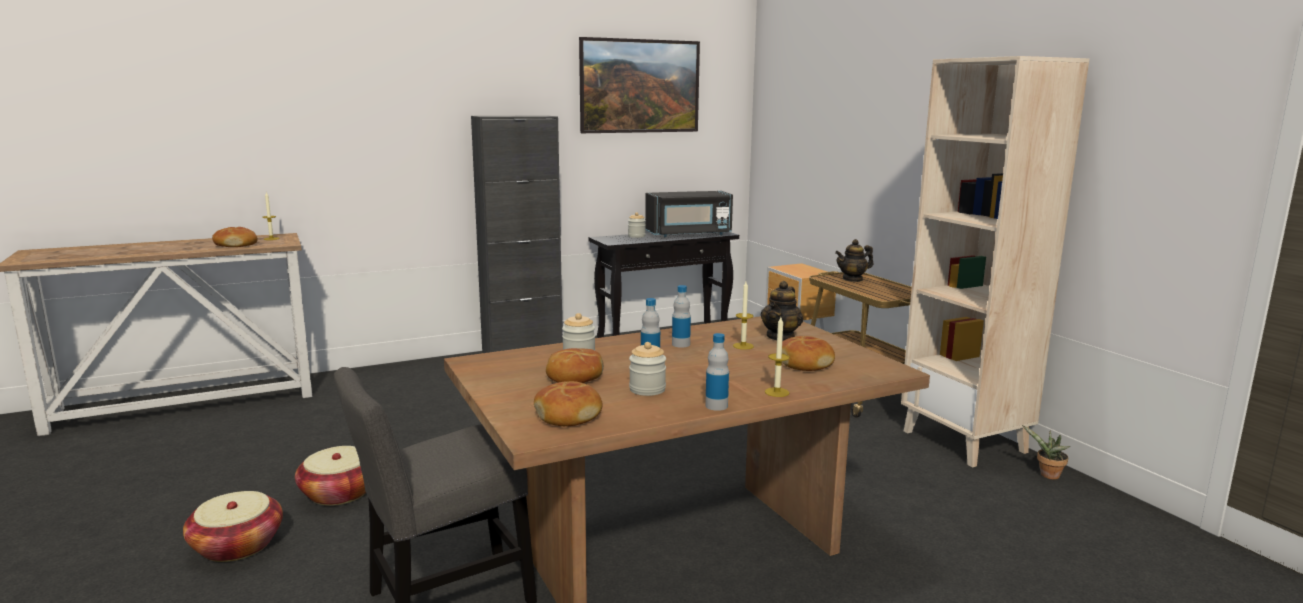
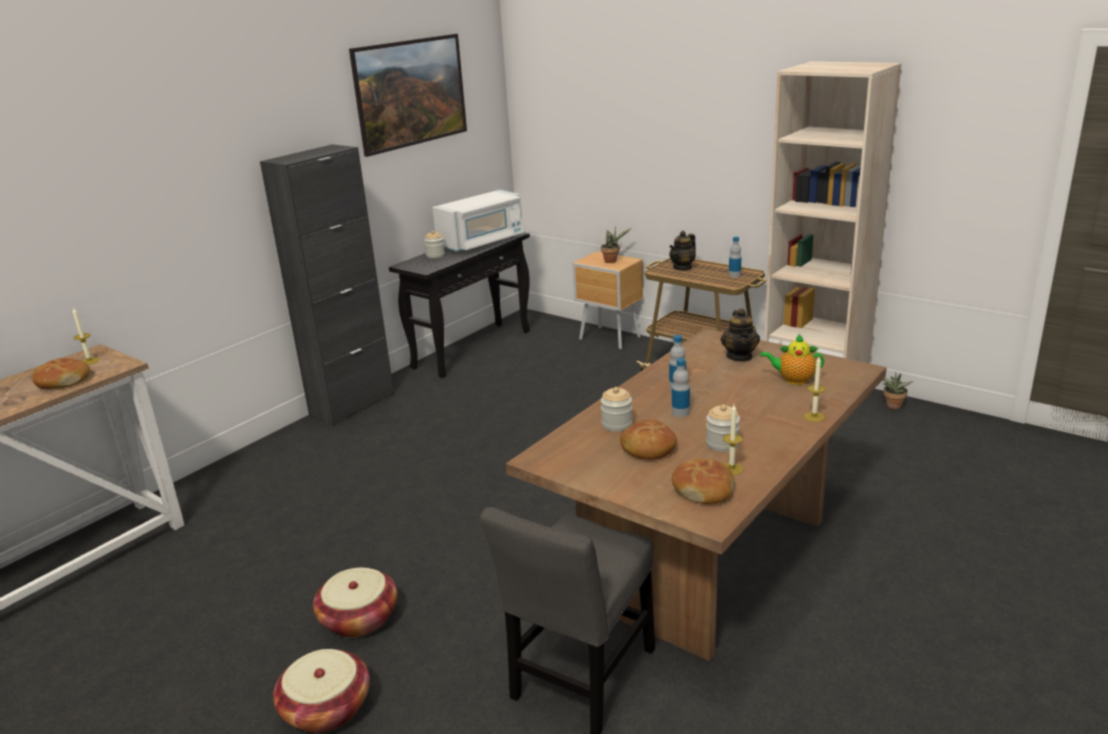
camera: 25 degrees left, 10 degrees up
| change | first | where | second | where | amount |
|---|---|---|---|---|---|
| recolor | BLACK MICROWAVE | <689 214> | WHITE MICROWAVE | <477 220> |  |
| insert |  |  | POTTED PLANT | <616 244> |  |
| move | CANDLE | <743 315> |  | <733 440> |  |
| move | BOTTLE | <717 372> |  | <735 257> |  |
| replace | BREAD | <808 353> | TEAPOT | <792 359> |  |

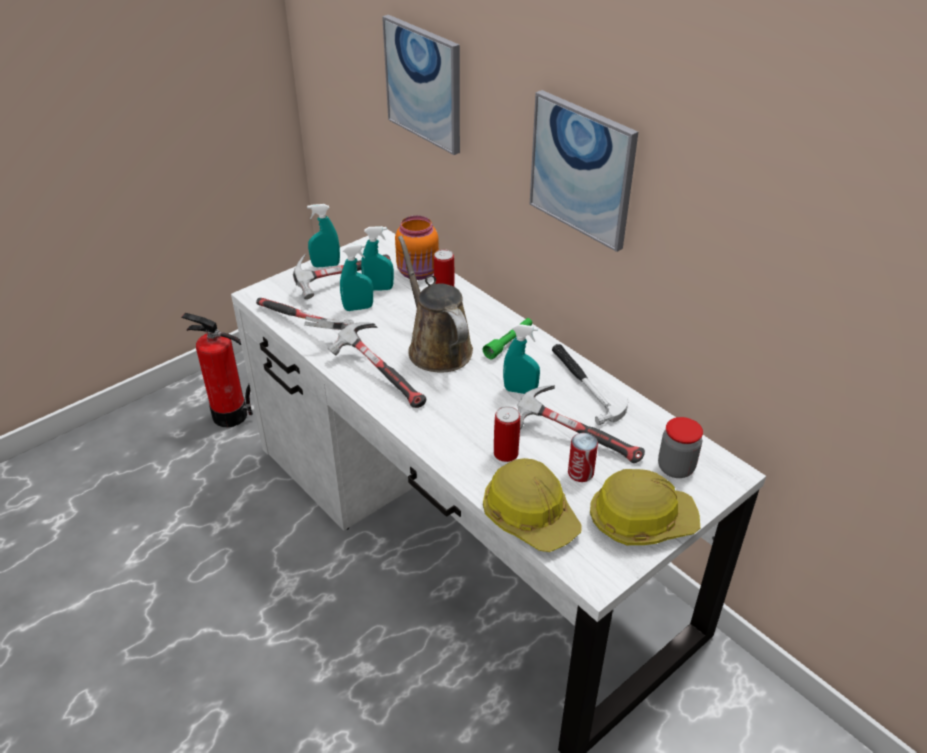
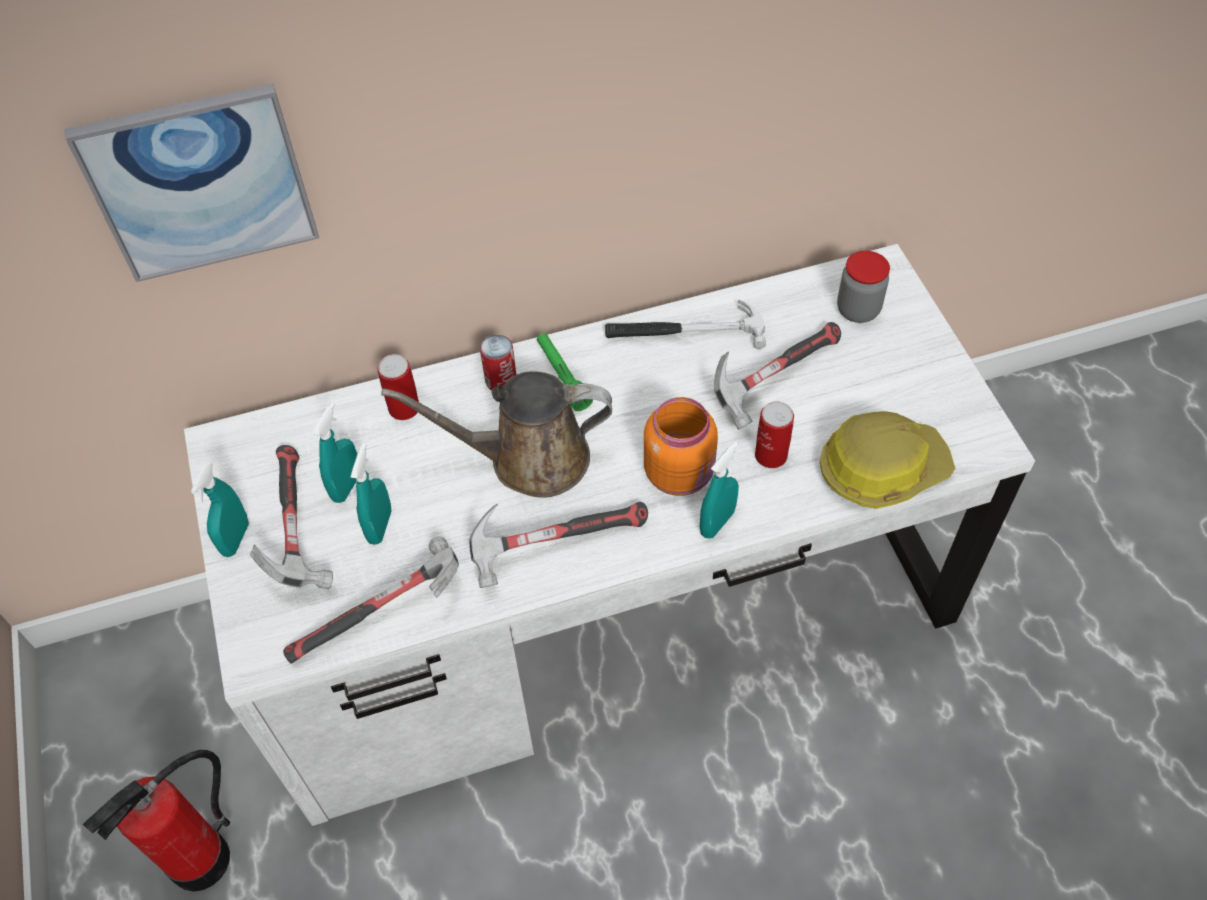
camera: 65 degrees left, 15 degrees up
| change | first | where | second | where | amount |
|---|---|---|---|---|---|
| move | CAN | <583 457> |  | <498 362> |  |
| move | ORANGE JAR | <417 248> |  | <681 446> |  |
| move | TURQUOISE SPRAY BOTTLE | <521 359> |  | <719 489> |  |
| delete | PICTURE | <584 171> |  |  |  |
| delete | HARD HAT | <645 507> |  |  |  |

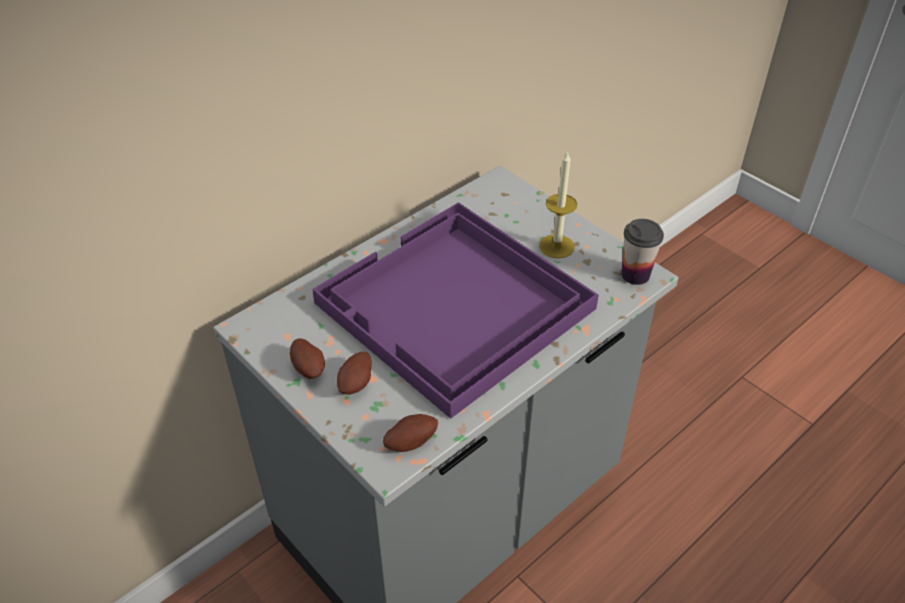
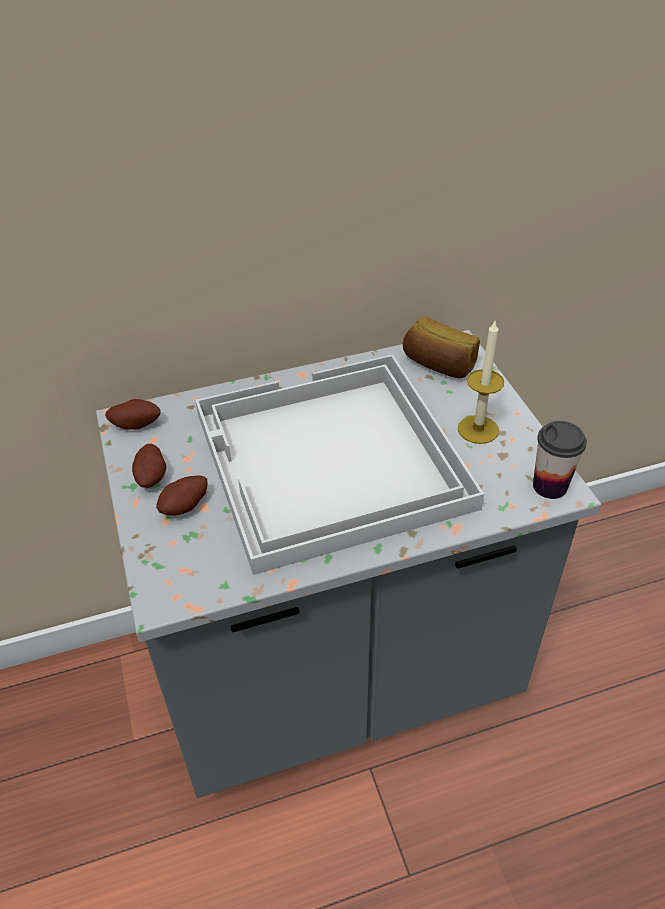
camera: 25 degrees right, 0 degrees up
| change | first | where | second | where | amount |
|---|---|---|---|---|---|
| move | POTATO | <410 433> |  | <133 414> |  |
| recolor | PURPLE TRAY | <455 310> | WHITE TRAY | <339 464> |  |
| insert |  |  | BREAD | <441 348> |  |

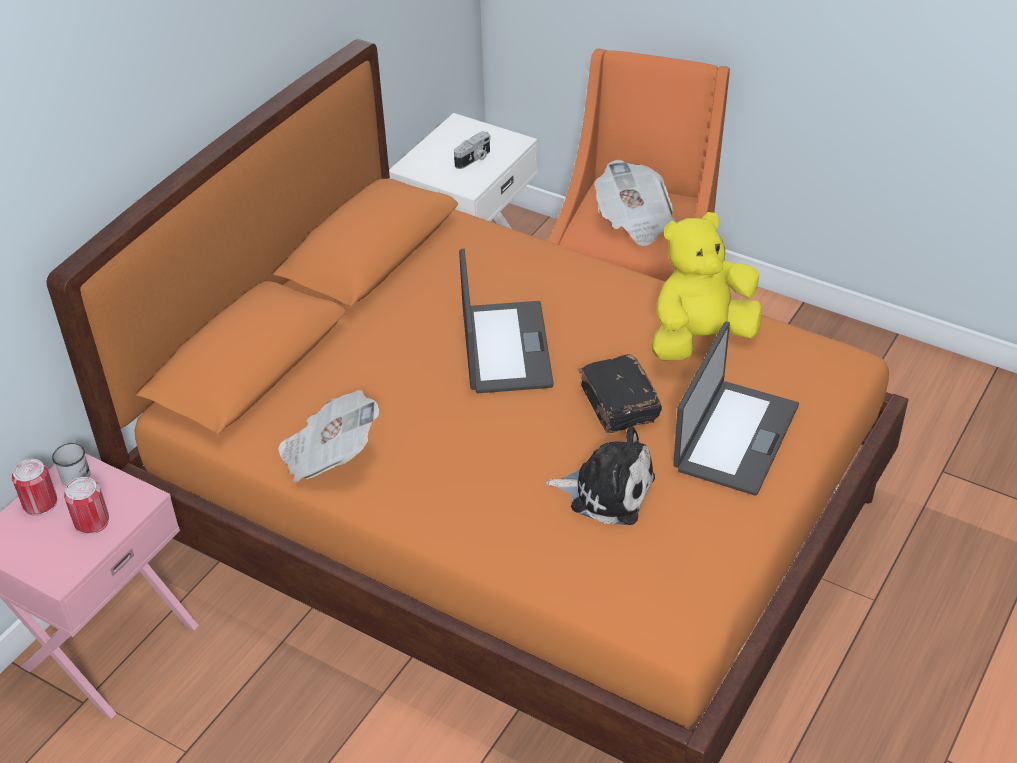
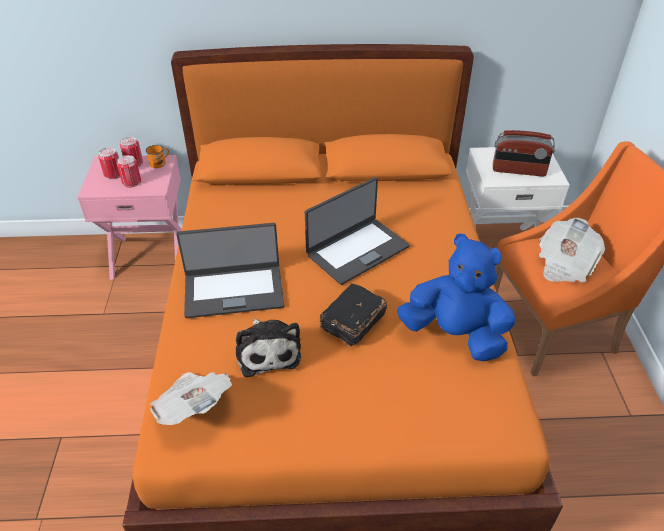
camera: 55 degrees right, 0 degrees up
| change | first | where | second | where | amount |
|---|---|---|---|---|---|
| insert |  |  | CAN | <109 163> |  |
| recolor | WHITE MUG | <71 464> | ORANGE MUG | <157 156> |  |
| move | NEWSPAPER | <328 436> |  | <190 398> |  |
| move | LAPTOP | <736 408> |  | <230 270> |  |
| recolor | YELLOW PLUSH TOY | <707 286> | BLUE PLUSH TOY | <456 297> |  |
| replace | PHOTO CAMERA | <472 150> | RADIO | <524 153> |  |

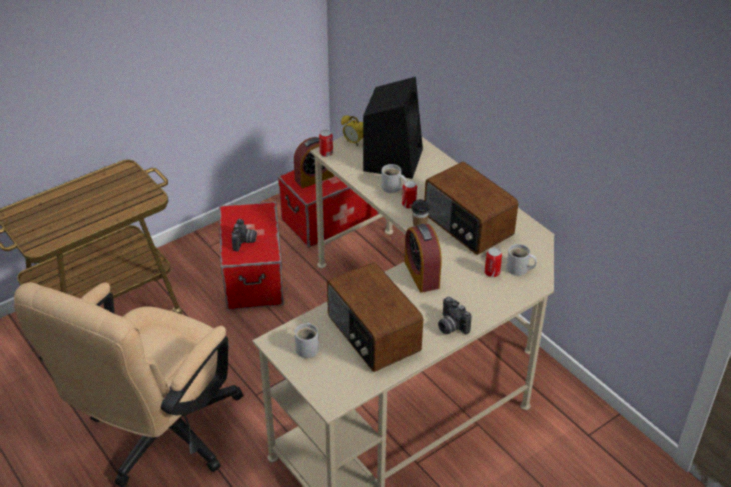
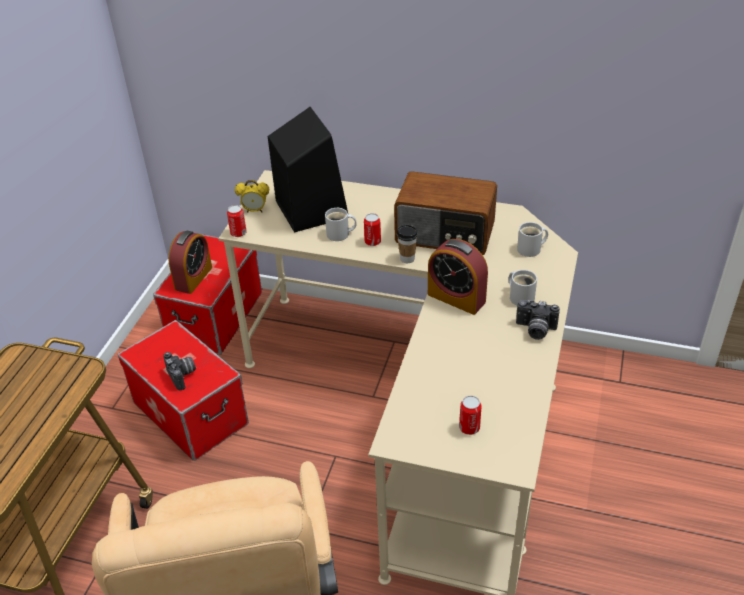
camera: 35 degrees left, 0 degrees up
| change | first | where | second | where | amount |
|---|---|---|---|---|---|
| move | CAN | <493 262> |  | <470 415> |  |
| move | WHITE MUG | <307 340> |  | <523 288> |  |
| delete | RADIO | <375 317> |  |  |  |

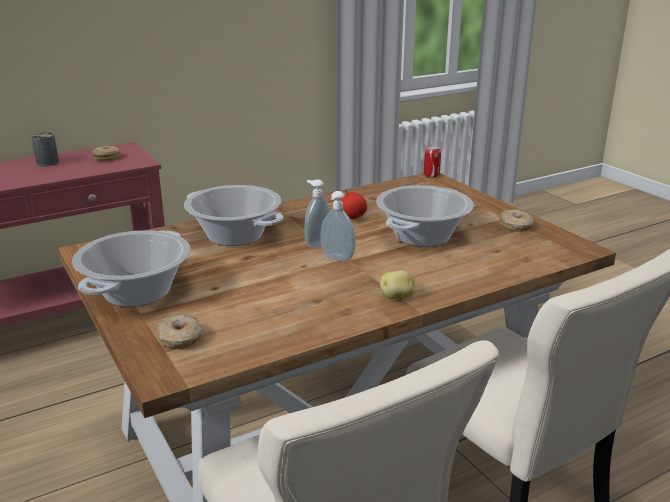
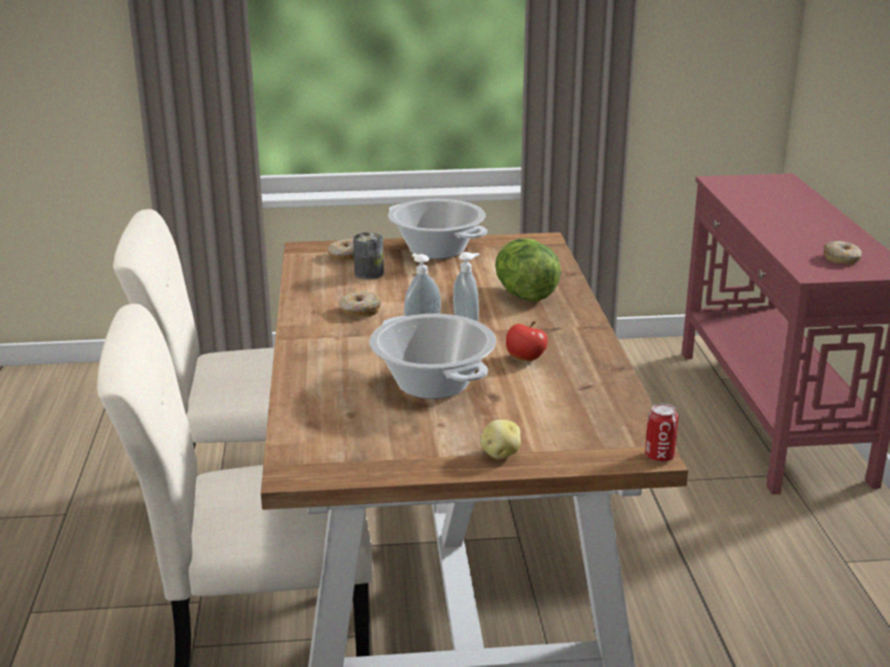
camera: 115 degrees right, 0 degrees up
| change | first | where | second | where | amount |
|---|---|---|---|---|---|
| move | DONUT | <517 221> |  | <360 304> |  |
| move | CAN | <45 150> |  | <368 256> |  |
| move | POTATO | <397 284> |  | <500 439> |  |
| replace | COOKING POT | <233 215> | LETTUCE | <528 270> |  |

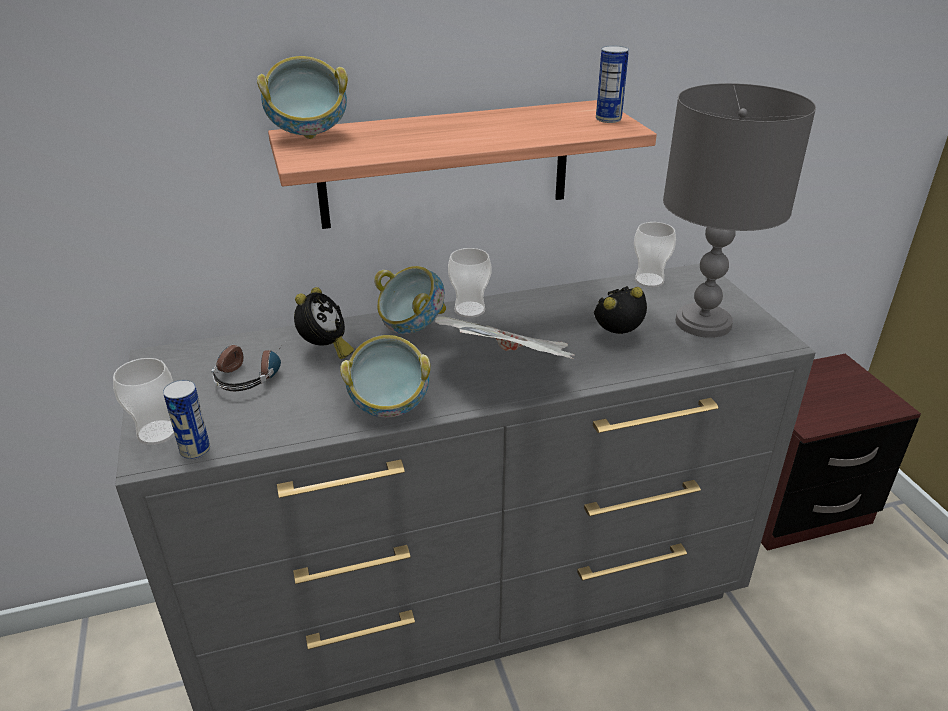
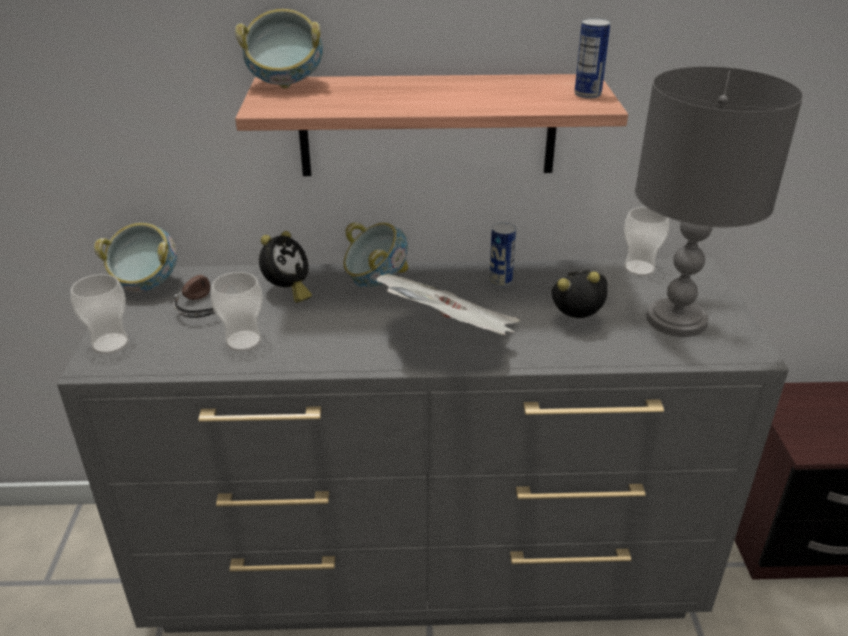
camera: 15 degrees right, 0 degrees up
| change | first | where | second | where | amount |
|---|---|---|---|---|---|
| move | BOWL | <385 376> |  | <135 257> |  |
| move | CUP | <469 283> |  | <237 311> |  |
| move | CAN | <186 420> |  | <502 255> |  |

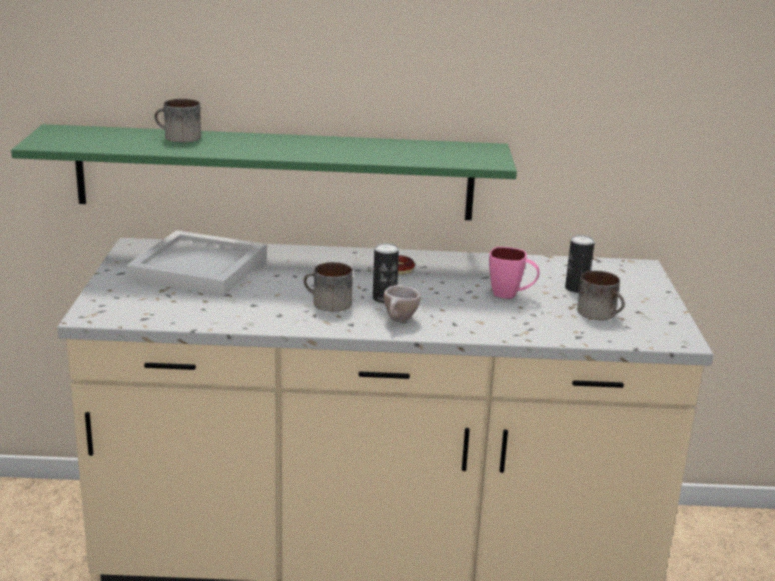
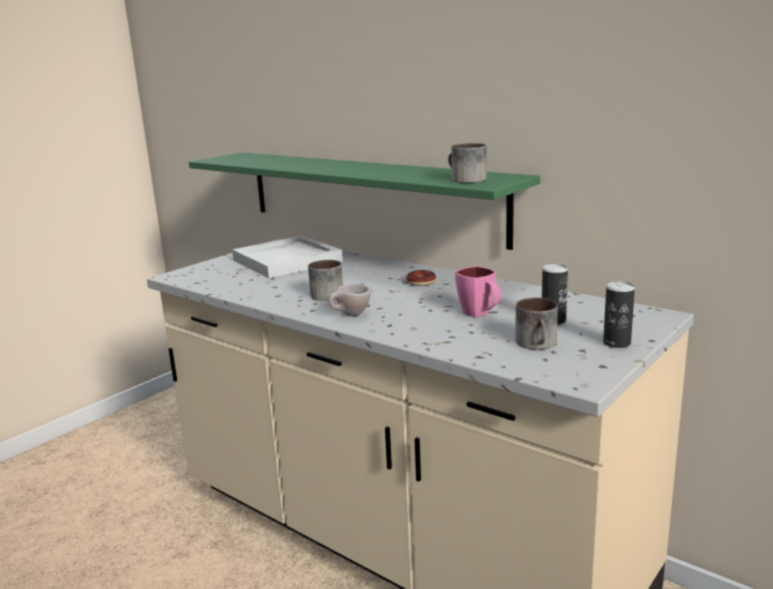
camera: 40 degrees right, 5 degrees down
| change | first | where | second | where | amount |
|---|---|---|---|---|---|
| move | MUG | <177 120> |  | <467 163> |  |
| move | CAN | <386 273> |  | <619 315> |  |

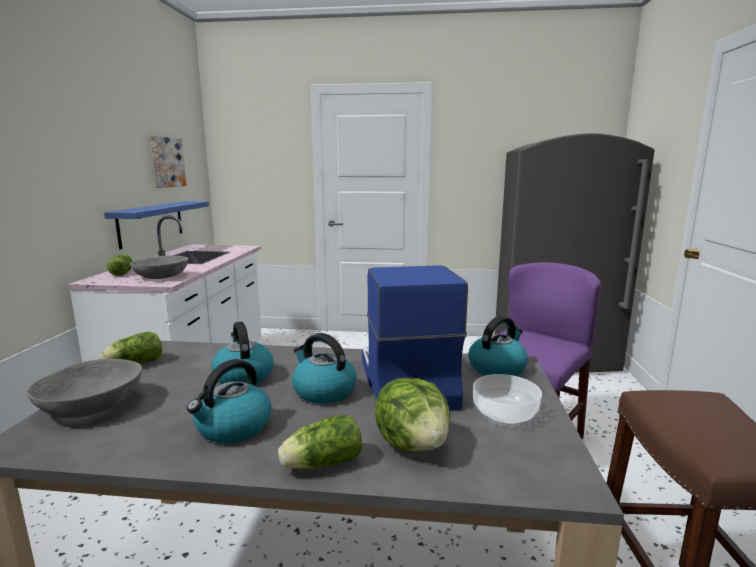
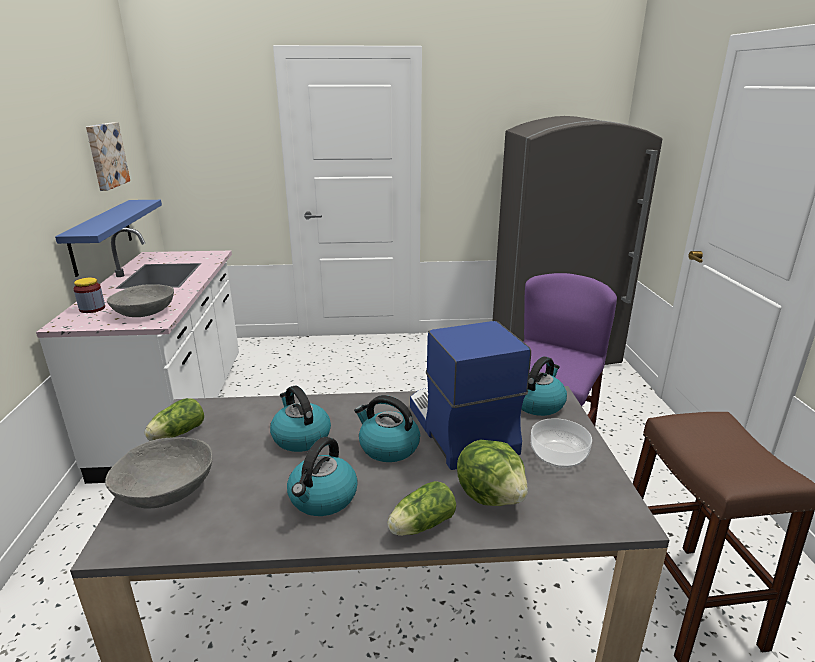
camera: 10 degrees left, 10 degrees up
| change | first | where | second | where | amount |
|---|---|---|---|---|---|
| replace | LETTUCE | <120 265> | JAR | <89 295> |  |

